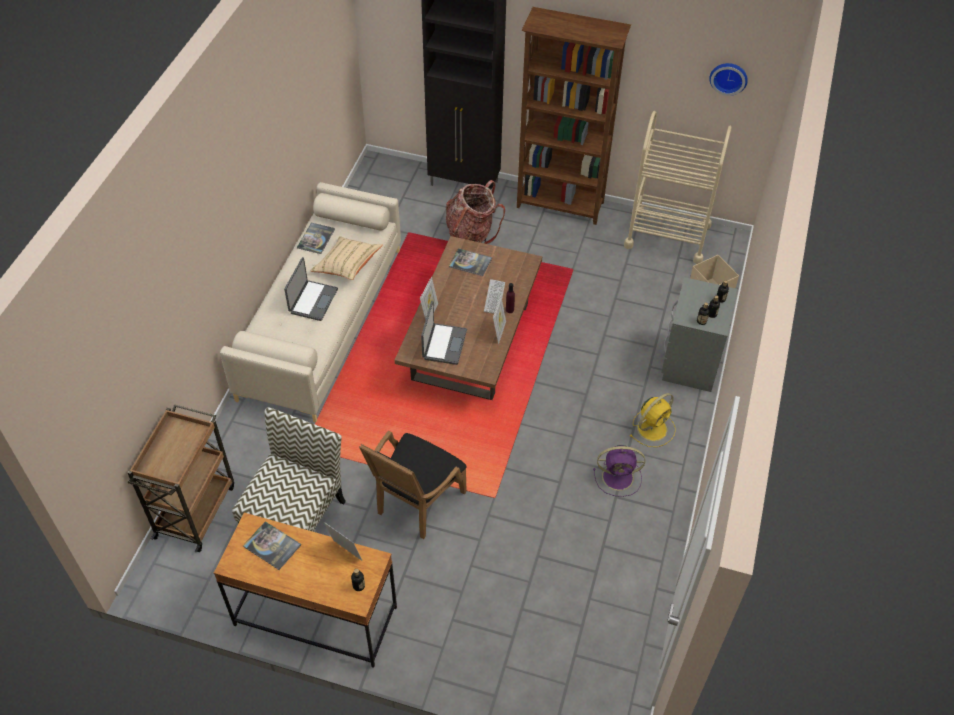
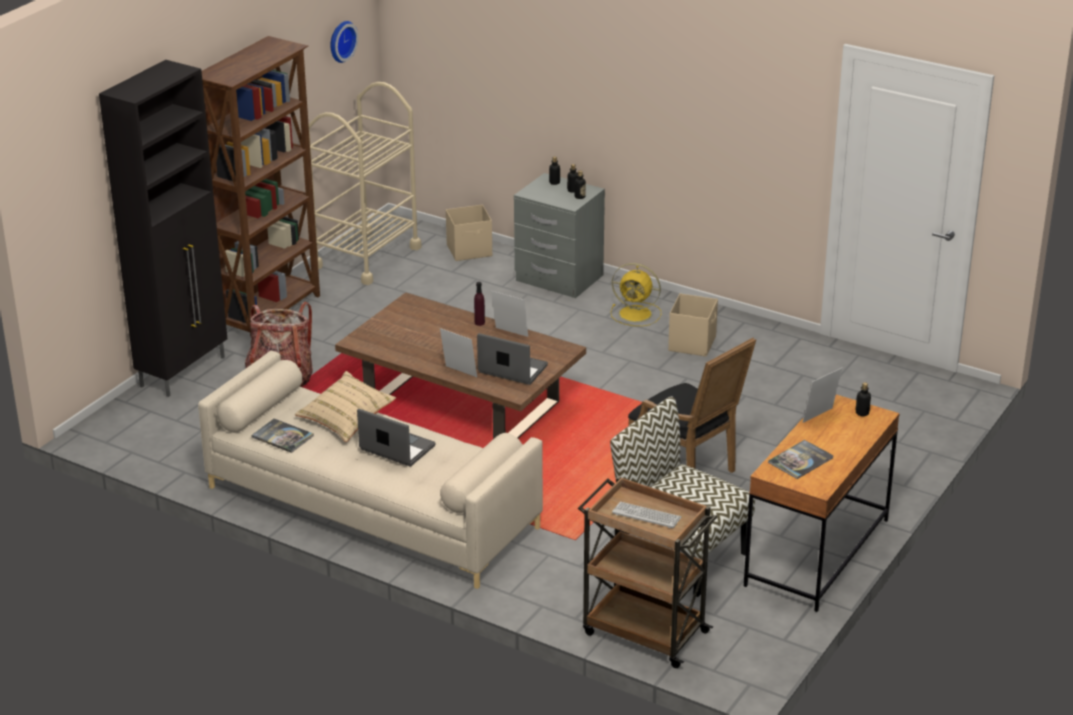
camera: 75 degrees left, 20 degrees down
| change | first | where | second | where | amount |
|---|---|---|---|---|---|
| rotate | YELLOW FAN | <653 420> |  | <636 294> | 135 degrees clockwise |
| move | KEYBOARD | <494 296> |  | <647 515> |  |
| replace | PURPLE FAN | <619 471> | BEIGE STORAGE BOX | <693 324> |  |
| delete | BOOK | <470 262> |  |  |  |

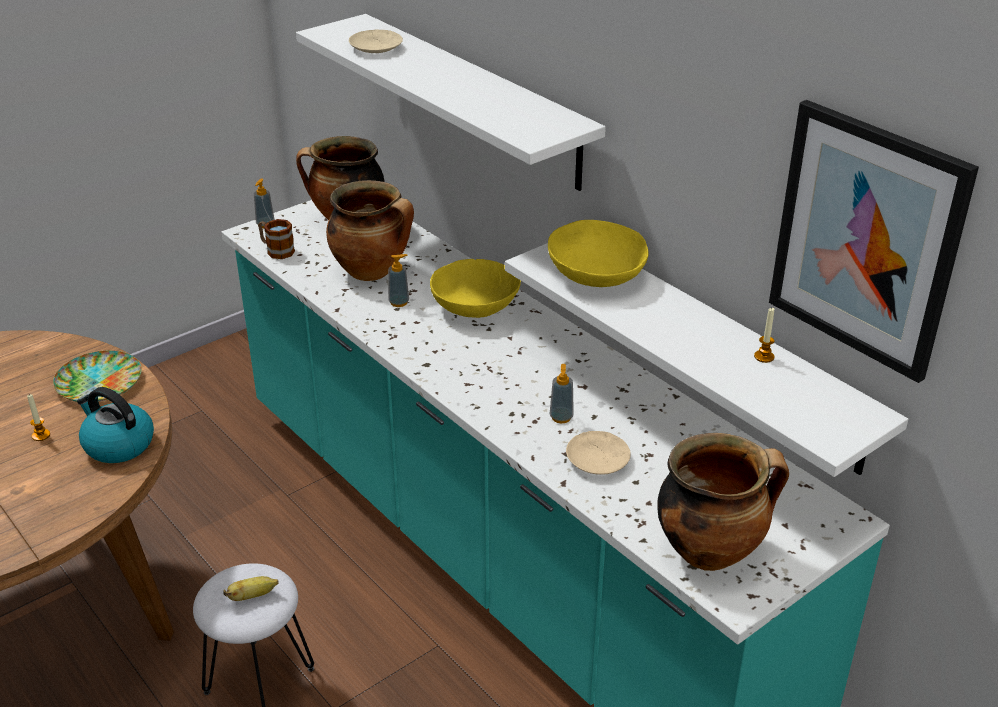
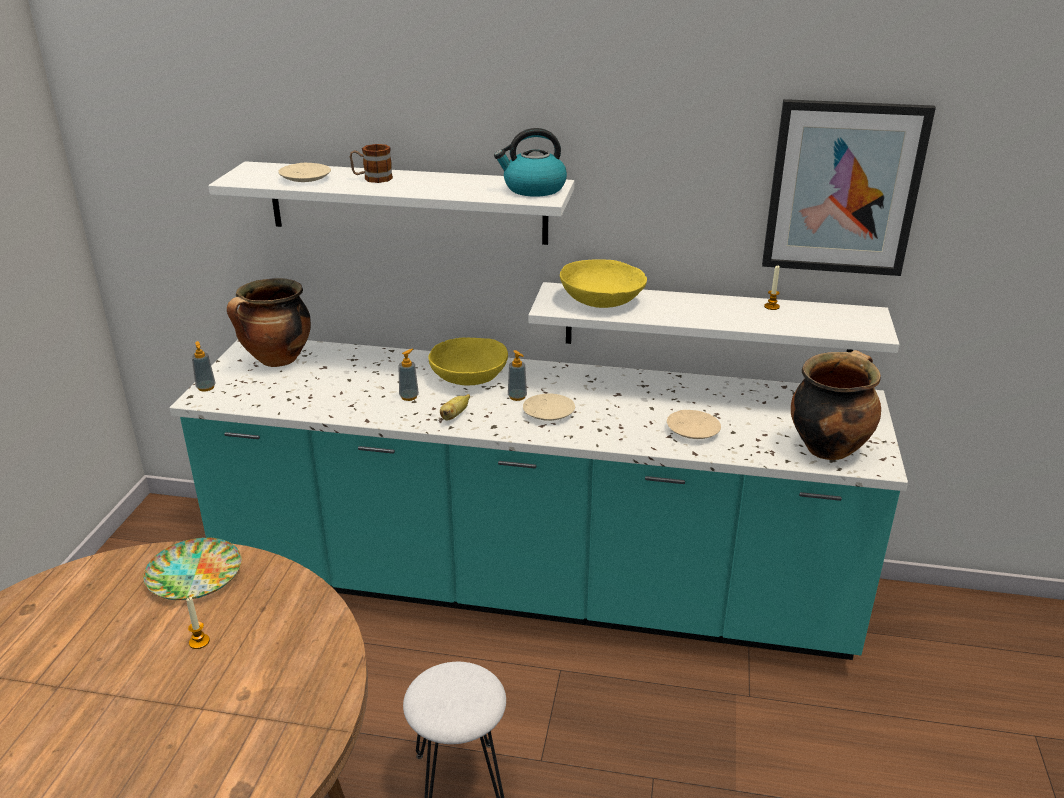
camera: 40 degrees left, 5 degrees down
| change | first | where | second | where | amount |
|---|---|---|---|---|---|
| move | MUG | <276 239> |  | <371 163> |  |
| move | BANANA | <251 588> |  | <455 407> |  |
| move | KETTLE | <115 425> |  | <530 162> |  |
| move | SOAP DISPENSER | <562 393> |  | <517 375> |  |
| insert |  |  | BEIGE PLATE | <549 407> |  |
| delete | COOKING POT | <370 230> |  |  |  |

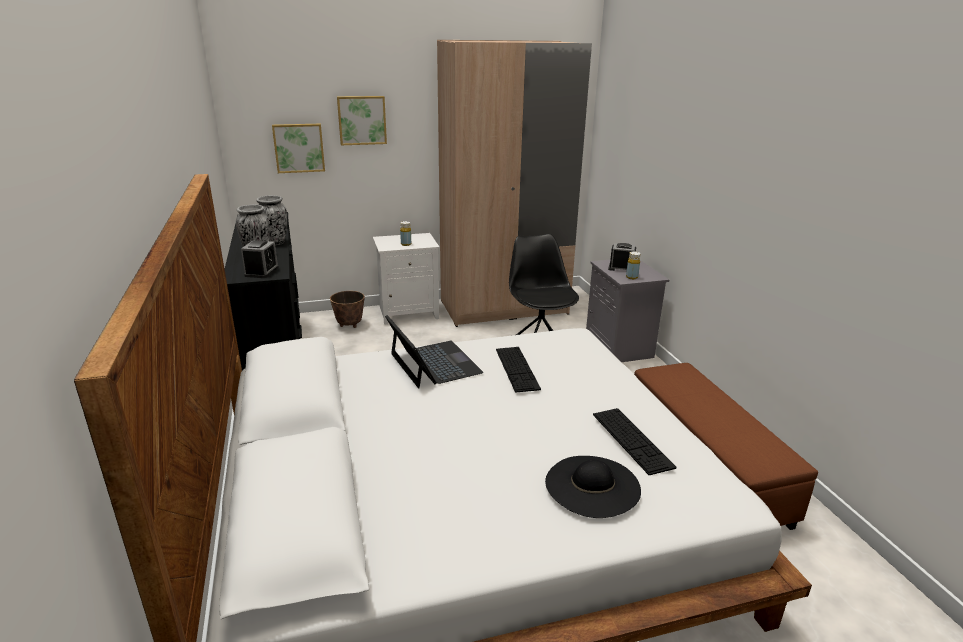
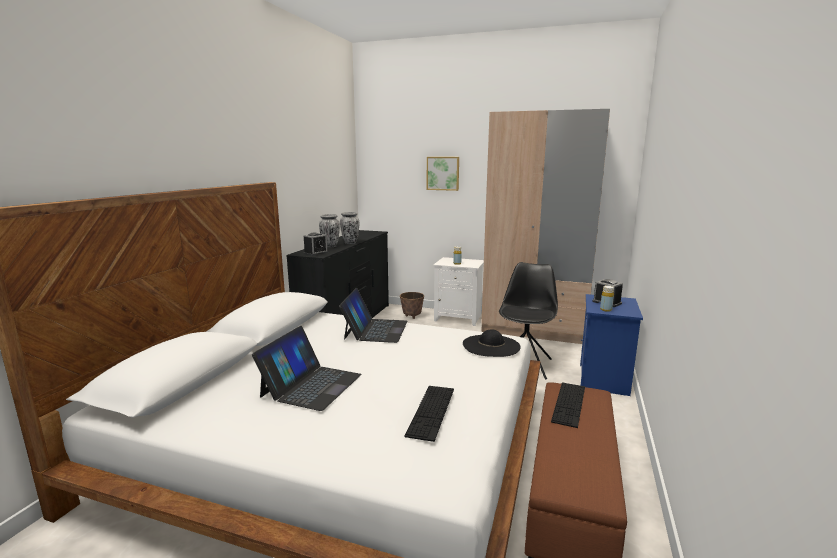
camera: 35 degrees right, 10 degrees down
| change | first | where | second | where | amount |
|---|---|---|---|---|---|
| insert |  |  | LAPTOP | <306 368> |  |
| move | BLACK HAT | <593 487> |  | <492 343> |  |
| move | KEYBOARD | <518 370> |  | <568 405> |  |
| recolor | GREY NIGHTSTAND | <627 311> | BLUE NIGHTSTAND | <611 345> |  |
| delete | PICTURE | <298 148> |  |  |  |

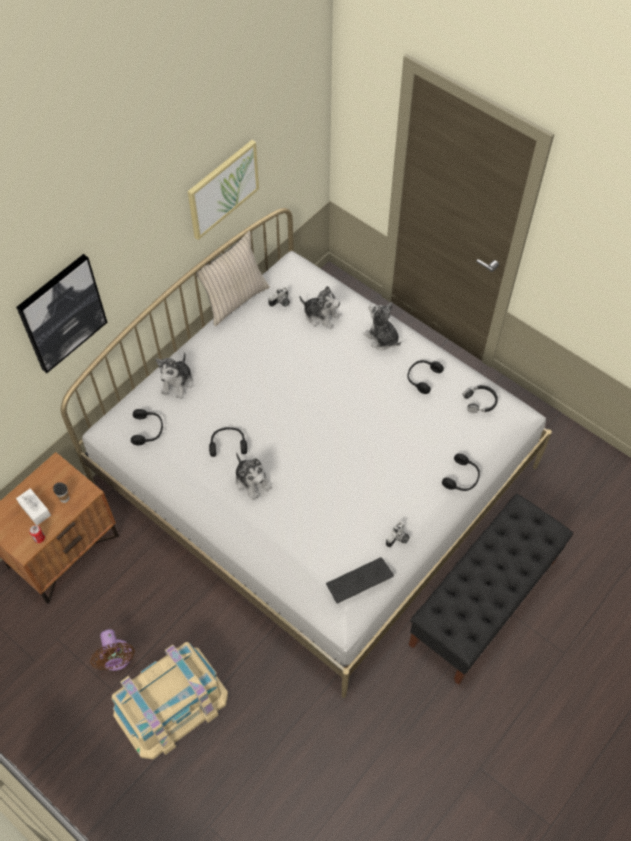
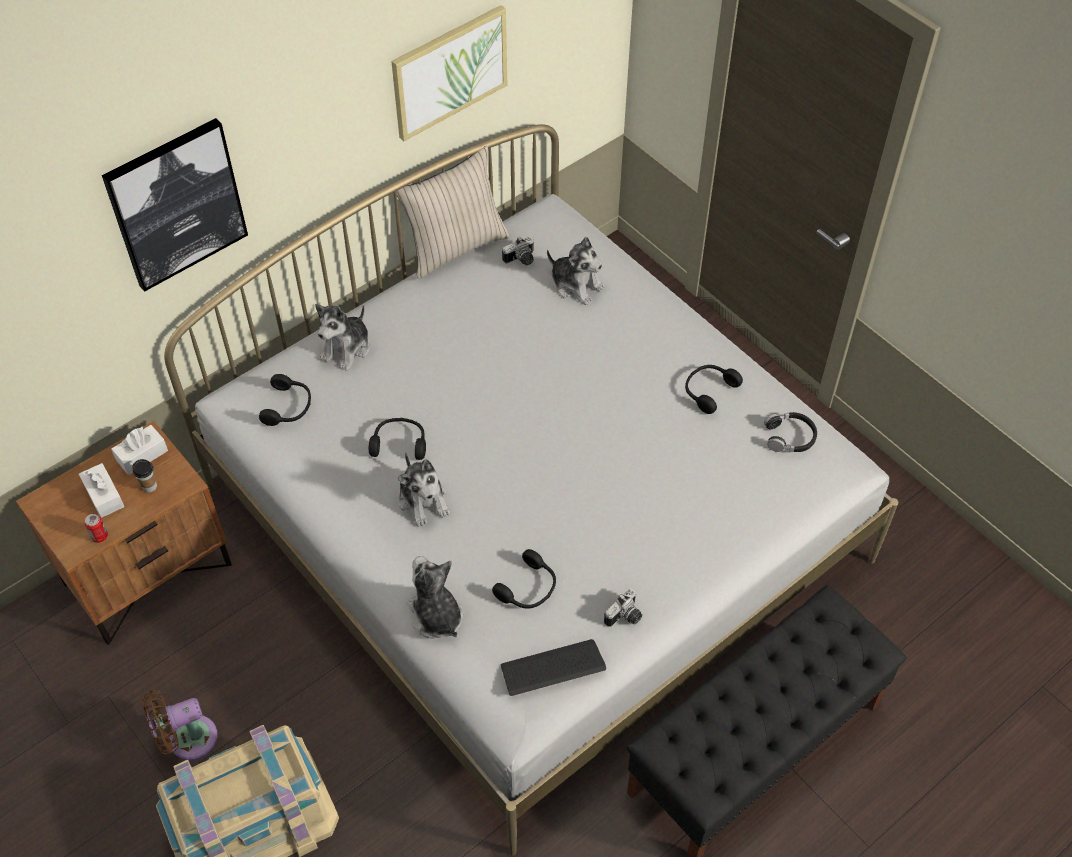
camera: 10 degrees right, 5 degrees down
| change | first | where | second | where | amount |
|---|---|---|---|---|---|
| insert |  |  | WHITE TISSUE BOX | <139 450> |  |
| rotate | BROWN FAN | <112 650> |  | <180 725> | 75 degrees clockwise |
| move | PLUSH TOY | <382 326> |  | <434 597> |  |
| move | BLACK HEADPHONES | <461 472> |  | <524 579> |  |

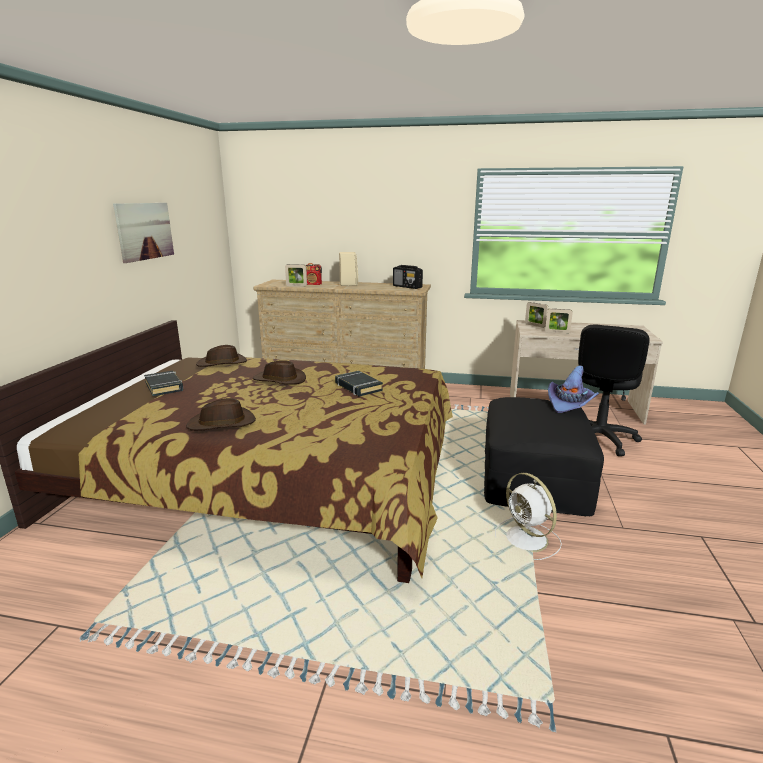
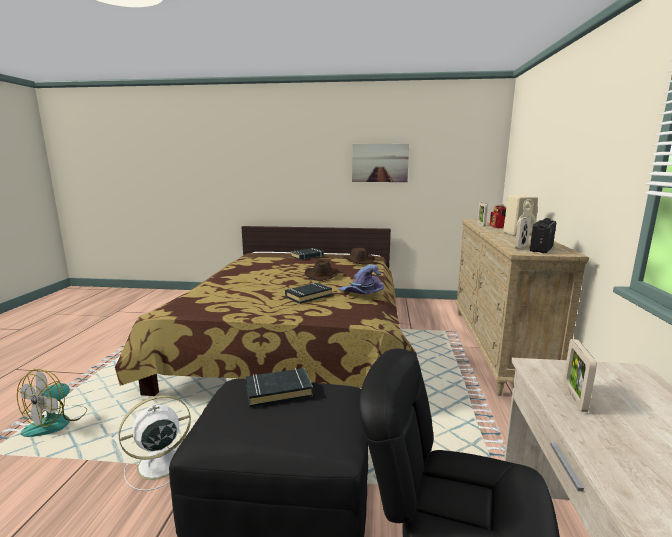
camera: 85 degrees right, 5 degrees down
| change | first | where | second | where | amount |
|---|---|---|---|---|---|
| insert |  |  | FAN | <52 403> |  |
| insert |  |  | BLACK BOOK | <279 387> |  |
| move | PURPLE HAT | <573 389> |  | <361 279> |  |
| move | PICTURE FRAME | <536 315> |  | <523 232> |  |
| delete | BROWN HAT | <221 414> |  |  |  |

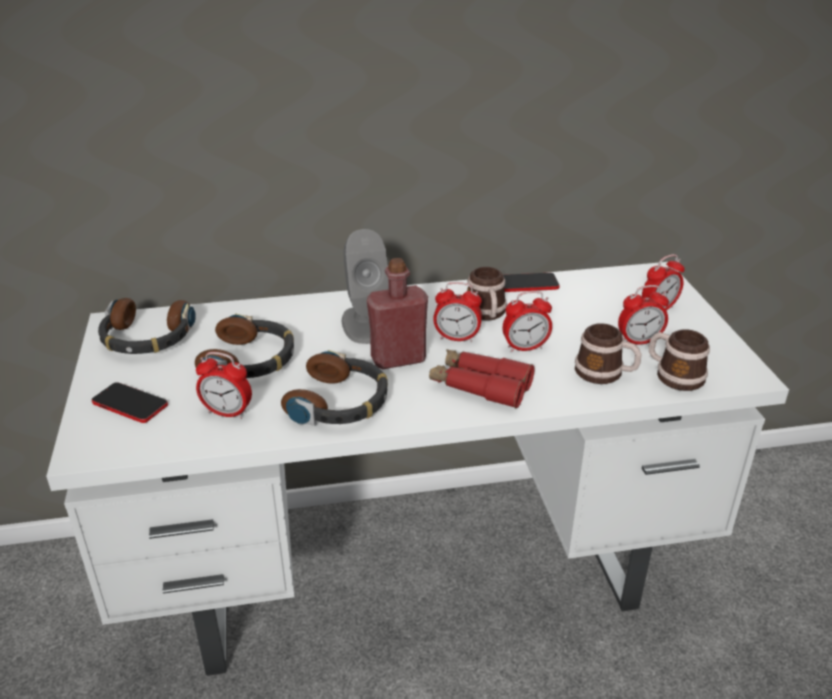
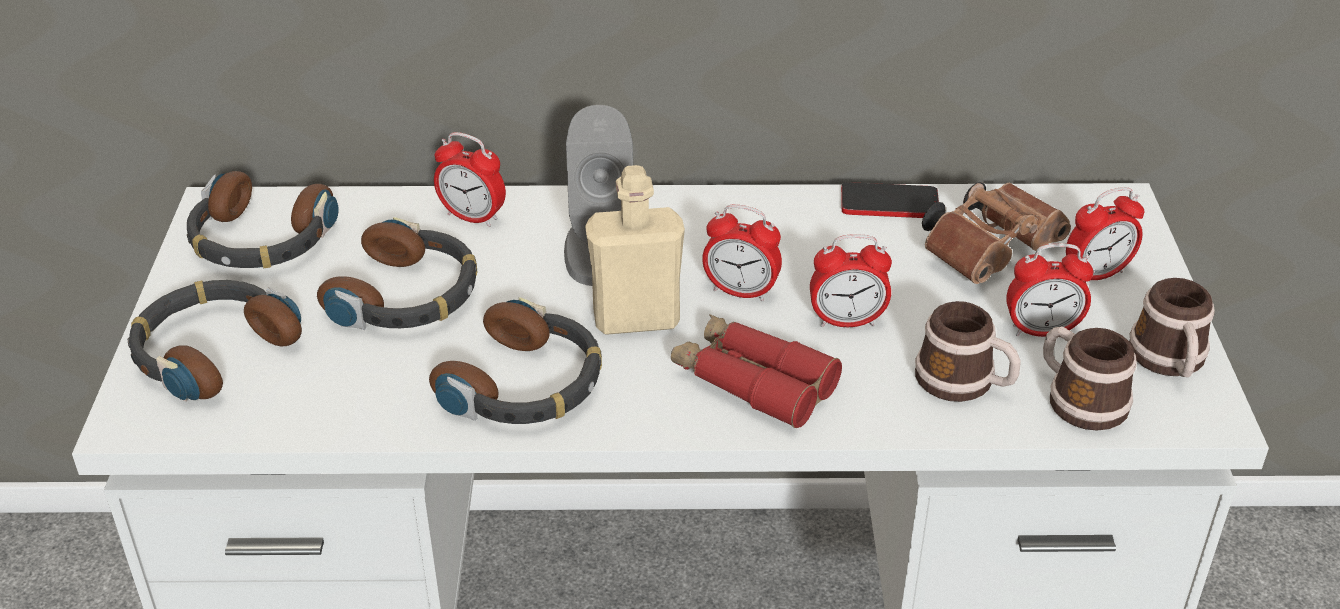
camera: 10 degrees right, 5 degrees up
| change | first | where | second | where | amount |
|---|---|---|---|---|---|
| replace | PHONE | <130 402> | HEADPHONES | <215 341> |  |
| move | ALARM CLOCK | <224 385> |  | <470 179> |  |
| recolor | RED BOTTLE | <397 313> | BEIGE BOTTLE | <635 250> |  |
| insert |  |  | BROWN BINOCULARS | <996 233> |  |
| move | MUG | <487 294> |  | <1172 327> |  |

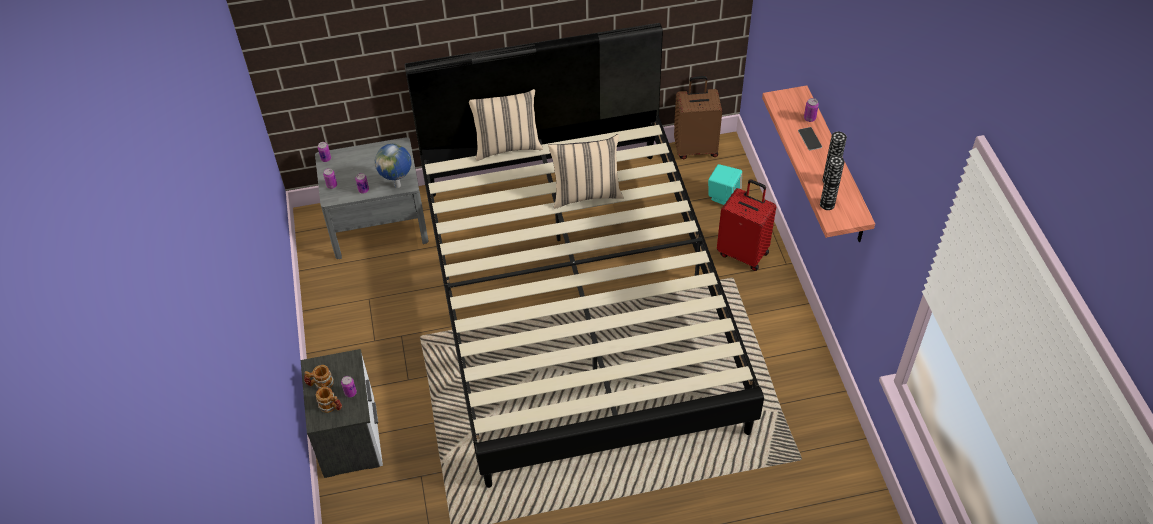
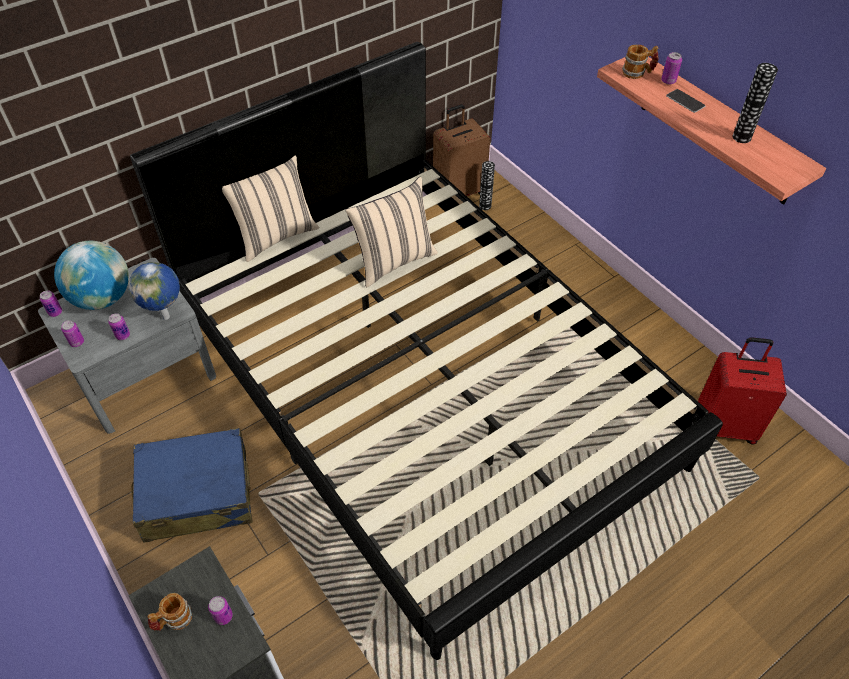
camera: 25 degrees left, 0 degrees up
| change | first | where | second | where | amount |
|---|---|---|---|---|---|
| insert |  |  | GLOBE | <91 275> |  |
| insert |  |  | BLUE SUITCASE | <192 485> |  |
| move | VASE | <832 182> |  | <487 185> |  |
| move | MUG | <329 400> |  | <640 62> |  |
| move | RED SUITCASE | <746 225> |  | <742 390> |  |
| delete | TURQUOISE SPEAKER | <725 184> |  |  |  |

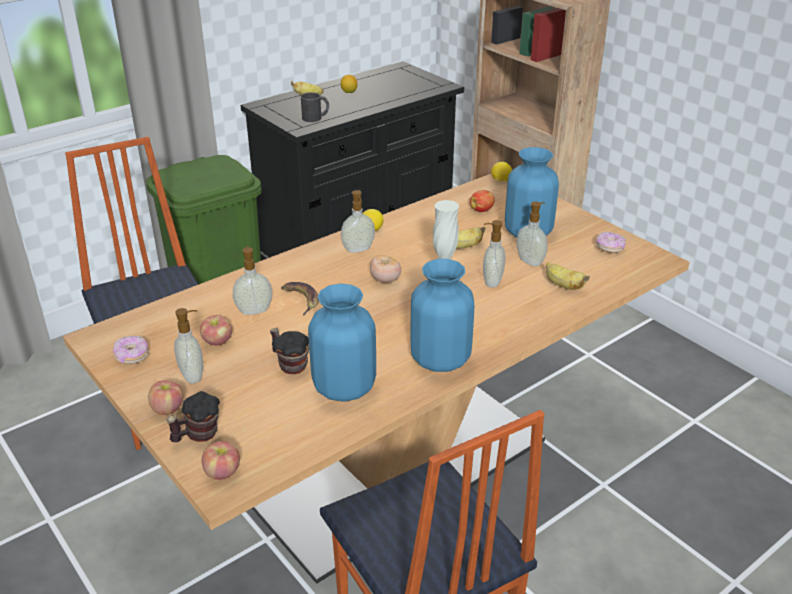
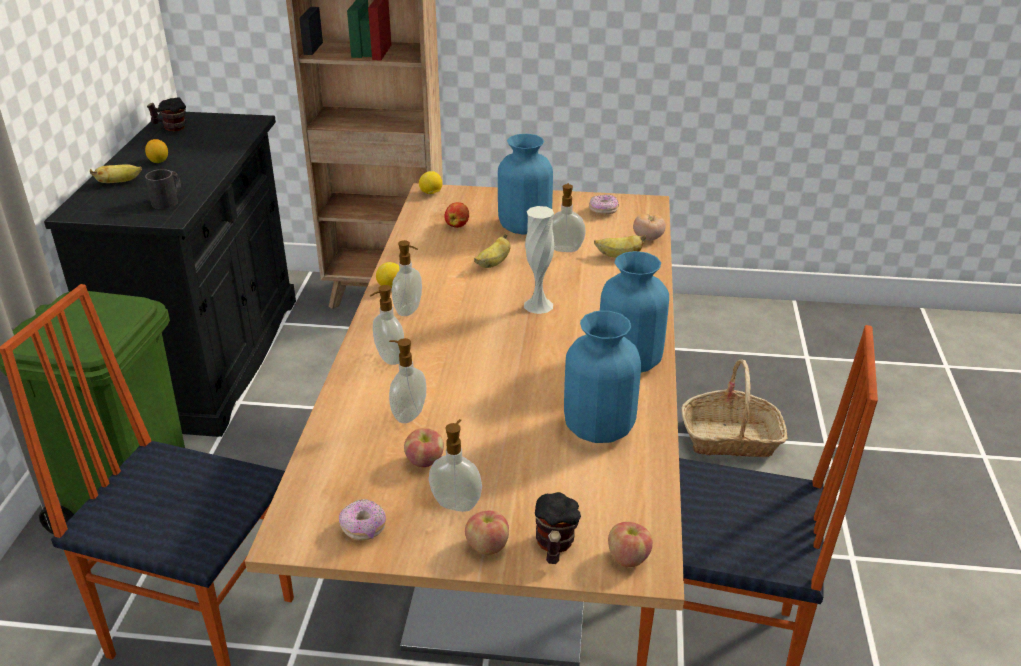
camera: 45 degrees left, 0 degrees up
| change | first | where | second | where | amount |
|---|---|---|---|---|---|
| move | MUG | <289 351> |  | <166 114> |  |
| move | SOAP DISPENSER | <494 254> |  | <387 325> |  |
| move | TOMATO | <385 269> |  | <649 227> |  |
| insert |  |  | BASKET | <734 408> |  |
| delete | BANANA | <300 298> |  |  |  |

